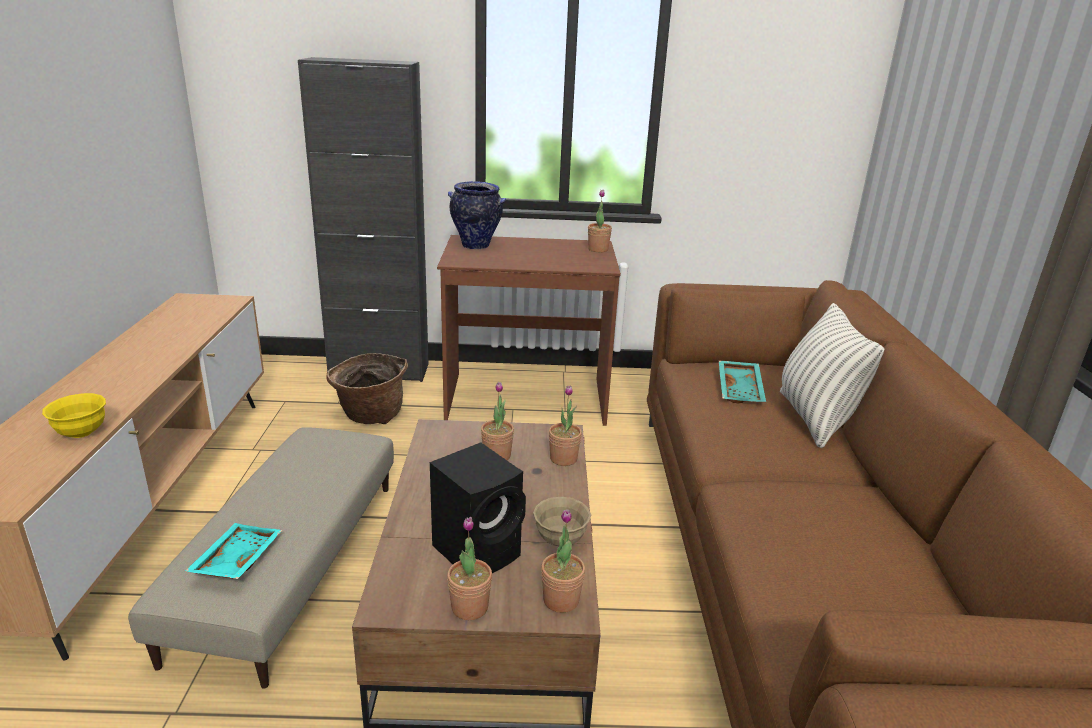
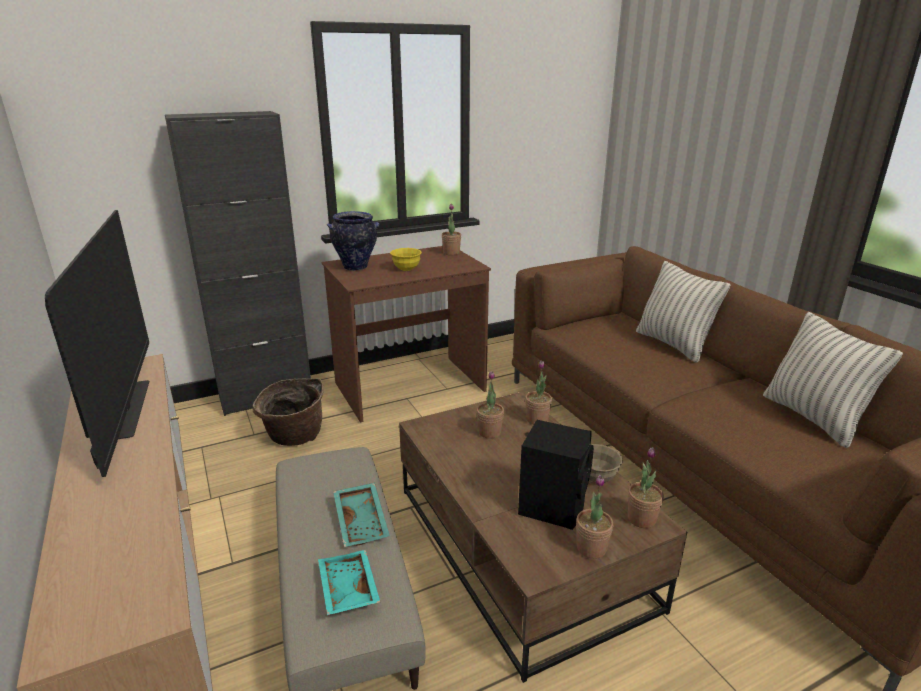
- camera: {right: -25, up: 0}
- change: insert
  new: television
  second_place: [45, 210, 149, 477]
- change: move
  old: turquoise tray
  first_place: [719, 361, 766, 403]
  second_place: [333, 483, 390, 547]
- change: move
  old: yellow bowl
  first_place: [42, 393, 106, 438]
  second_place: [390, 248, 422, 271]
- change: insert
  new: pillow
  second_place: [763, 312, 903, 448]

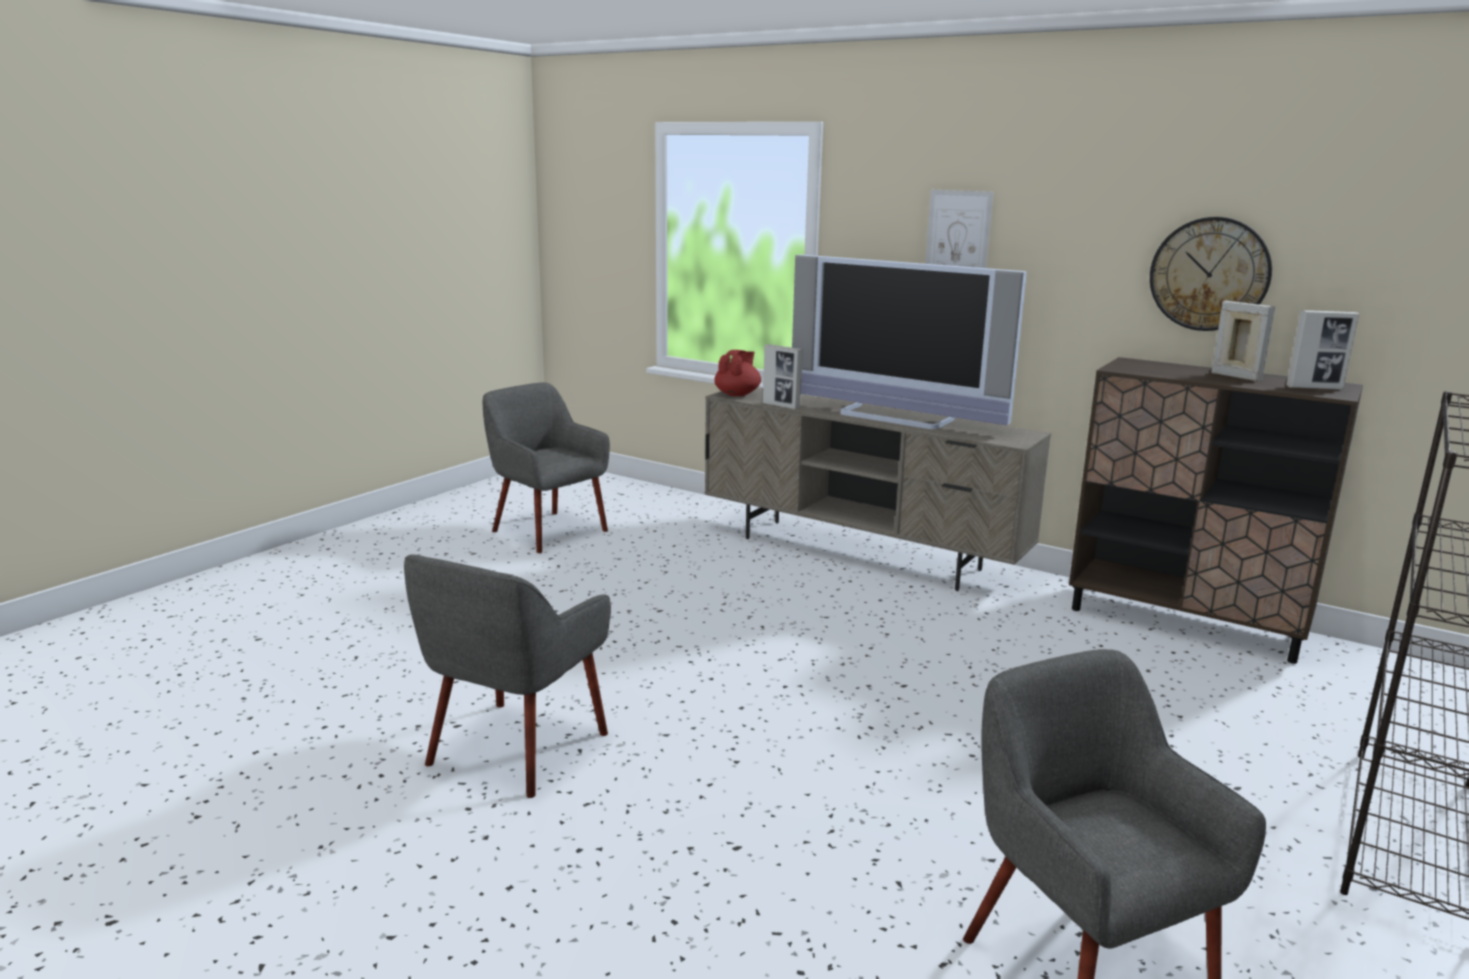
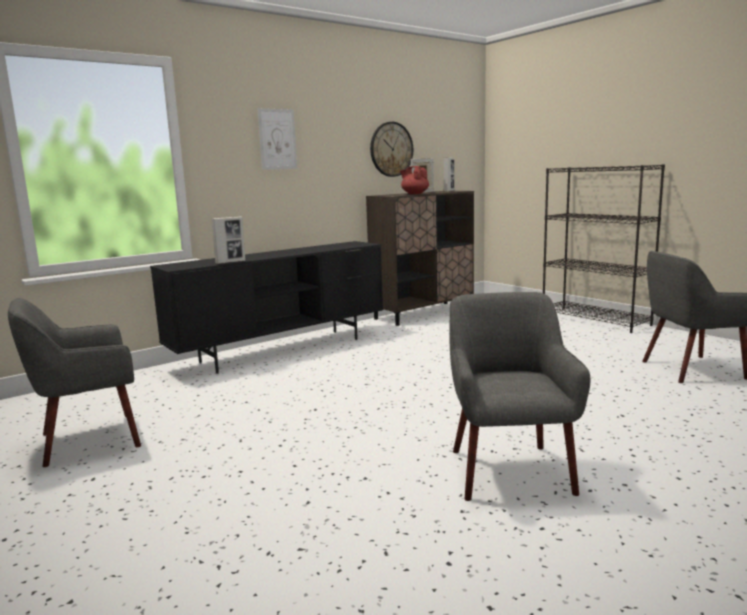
- camera: {right: -70, up: -5}
- change: recolor
  old: beige tv stand
  new: black tv stand
  first_place: [705, 387, 1051, 591]
  second_place: [150, 241, 383, 374]
- change: move
  old: red teapot
  first_place: [714, 350, 761, 396]
  second_place: [400, 166, 429, 194]
- change: rotate
  old: grey armchair
  first_place: [404, 555, 611, 798]
  second_place: [449, 292, 590, 501]
  degrees: -135
- change: delete
  old: television
  first_place: [792, 255, 1027, 429]

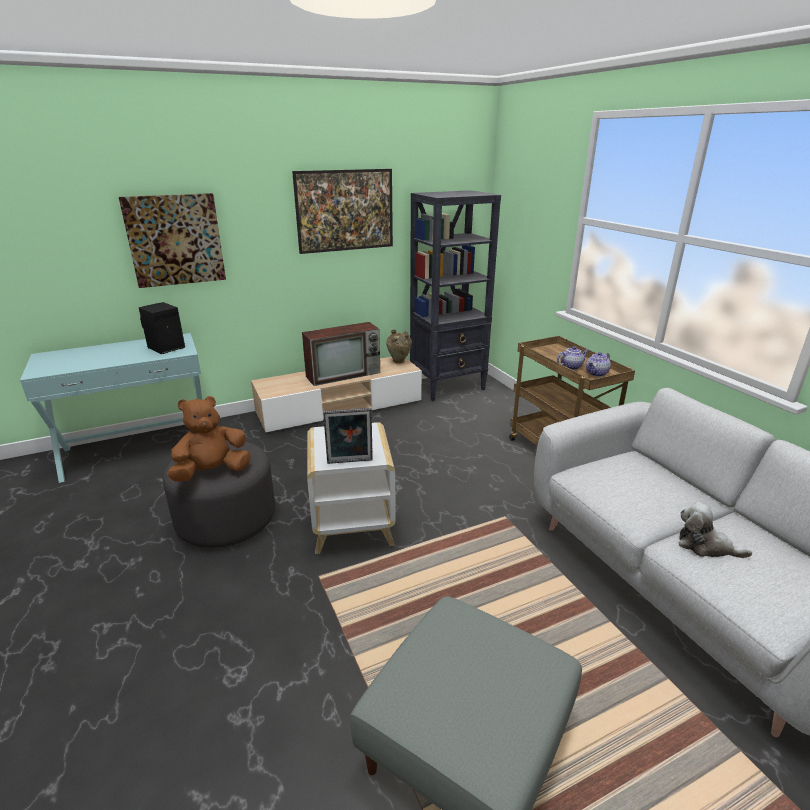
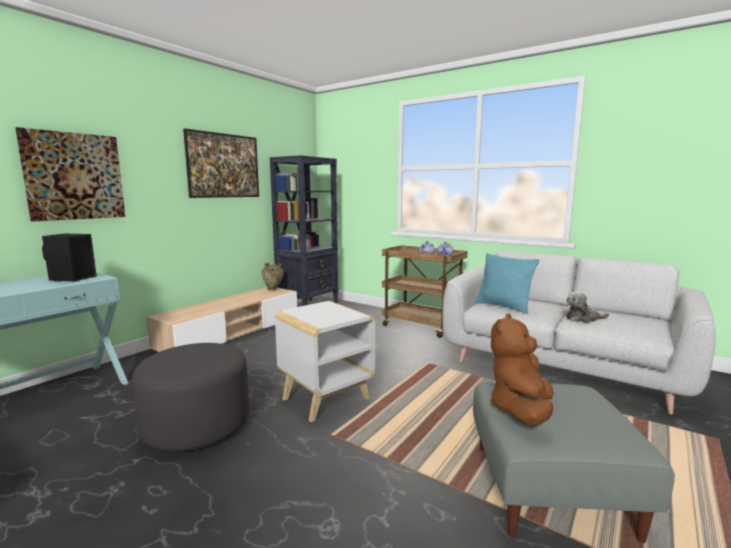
- camera: {right: -30, up: -15}
- change: insert
  new: turquoise pillow
  second_place: [475, 253, 539, 314]
- change: move
  old: brown plush toy
  first_place: [167, 396, 251, 482]
  second_place: [490, 314, 554, 426]
- change: delete
  old: television
  first_place: [302, 322, 380, 386]
- change: delete
  old: picture frame
  first_place: [323, 408, 373, 464]

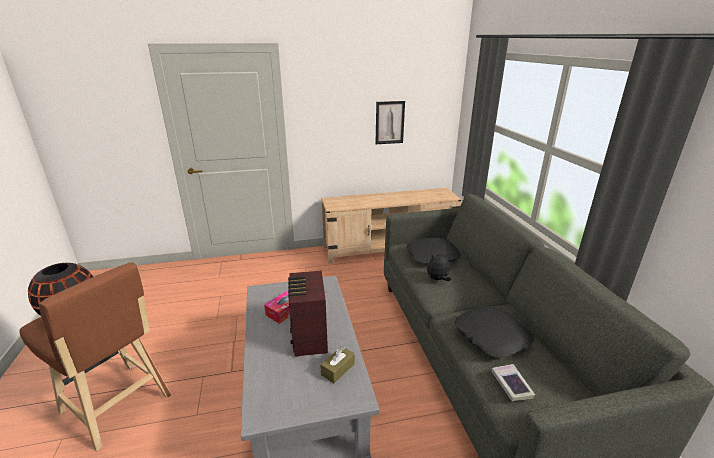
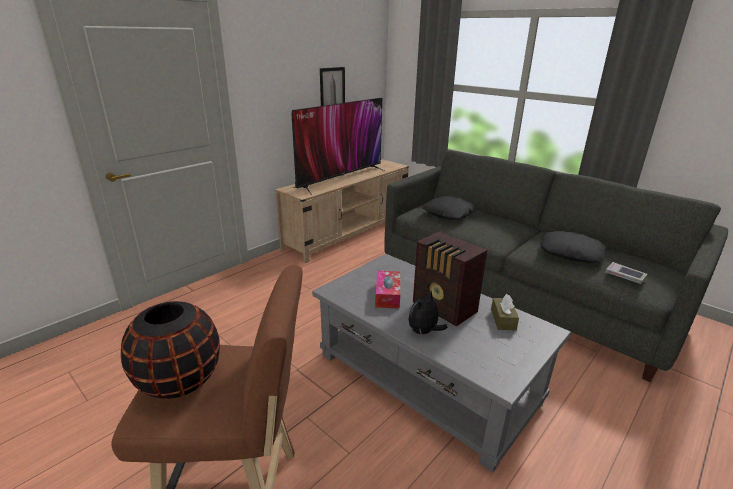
- camera: {right: -35, up: 0}
- change: insert
  new: television
  second_place: [292, 97, 384, 195]
- change: move
  old: plush toy
  first_place: [427, 252, 451, 281]
  second_place: [409, 291, 448, 336]

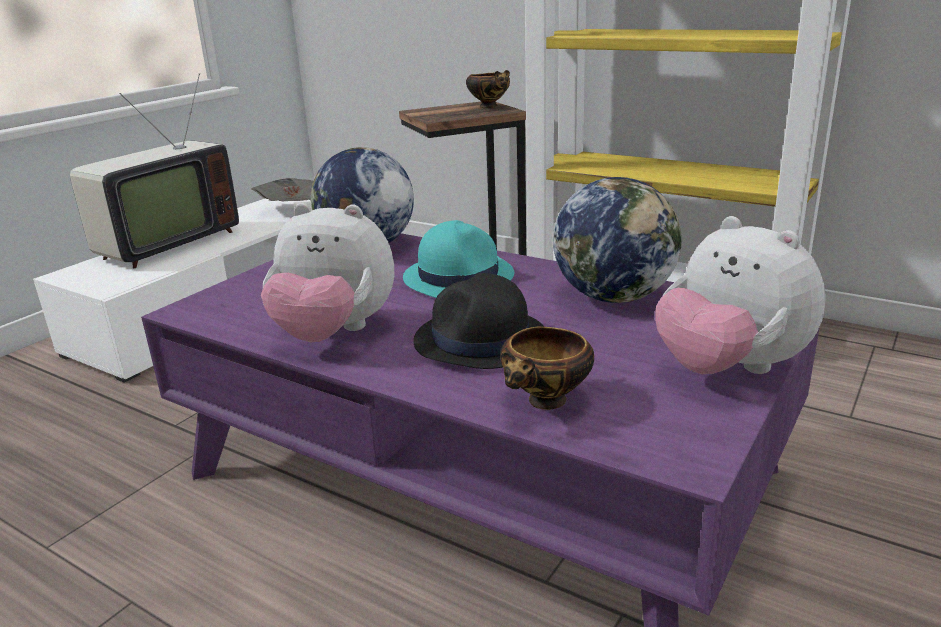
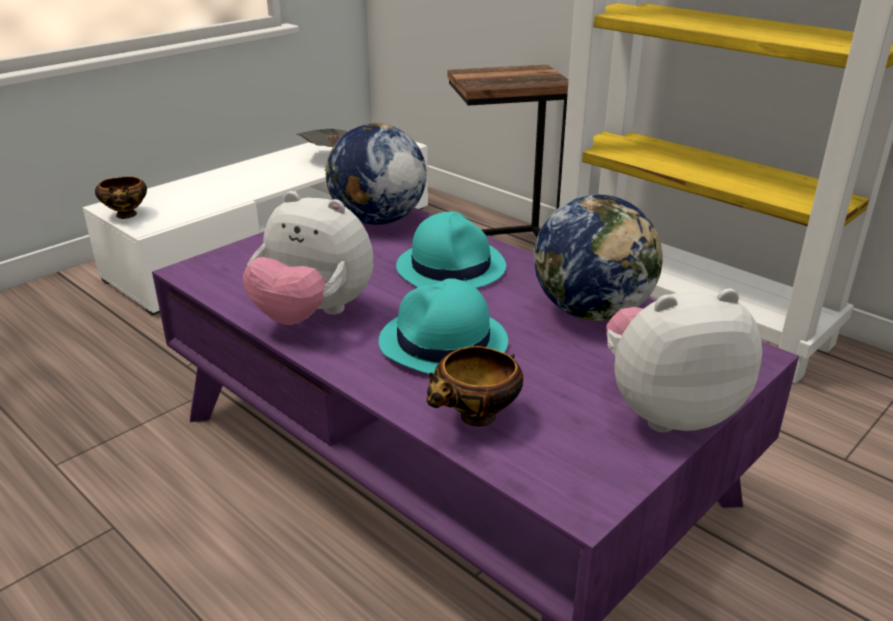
- camera: {right: 10, up: 5}
- change: move
  old: bowl
  first_place: [466, 70, 510, 108]
  second_place: [95, 176, 147, 219]
- change: recolor
  old: black hat
  new: turquoise hat
  first_place: [413, 273, 544, 369]
  second_place: [379, 278, 508, 374]
- change: rotate
  old: plush toy
  first_place: [655, 216, 826, 374]
  second_place: [606, 289, 762, 432]
  degrees: 105
- change: delete
  old: television
  first_place: [70, 73, 239, 268]

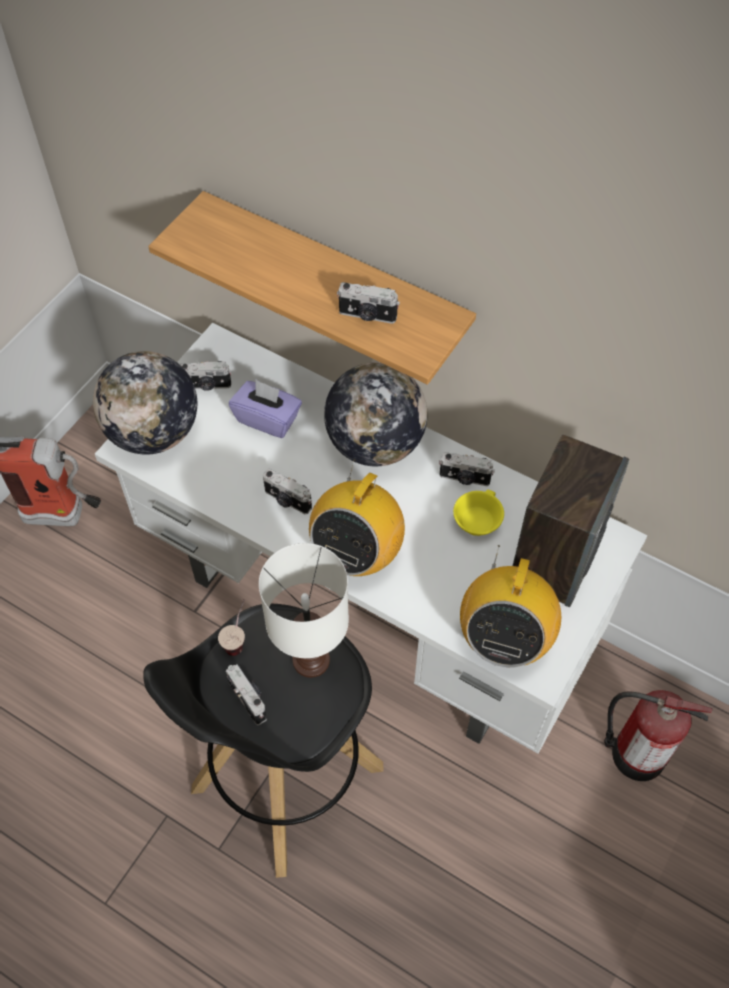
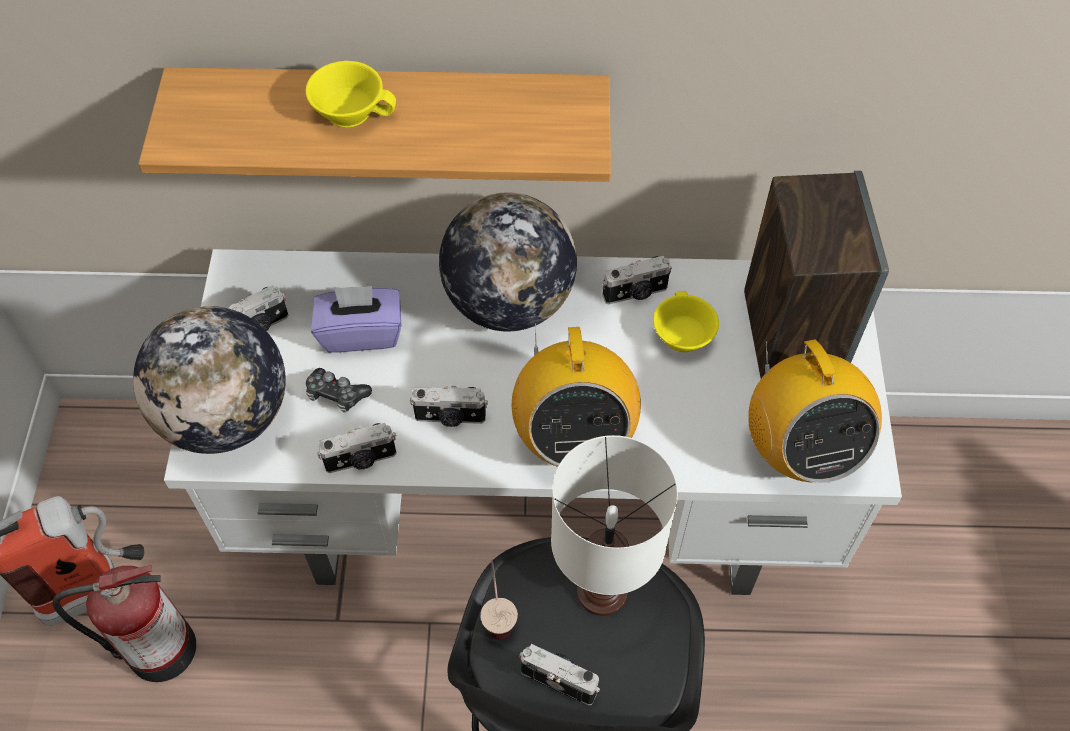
- camera: {right: -30, up: 0}
- change: move
  old: fire extinguisher
  first_place: [604, 690, 712, 781]
  second_place: [53, 565, 196, 682]
- change: insert
  new: yellow cup
  second_place: [306, 61, 396, 128]
- change: insert
  new: game controller
  second_place: [306, 368, 372, 412]
- change: move
  old: photo camera
  first_place: [337, 282, 400, 324]
  second_place: [317, 423, 396, 473]

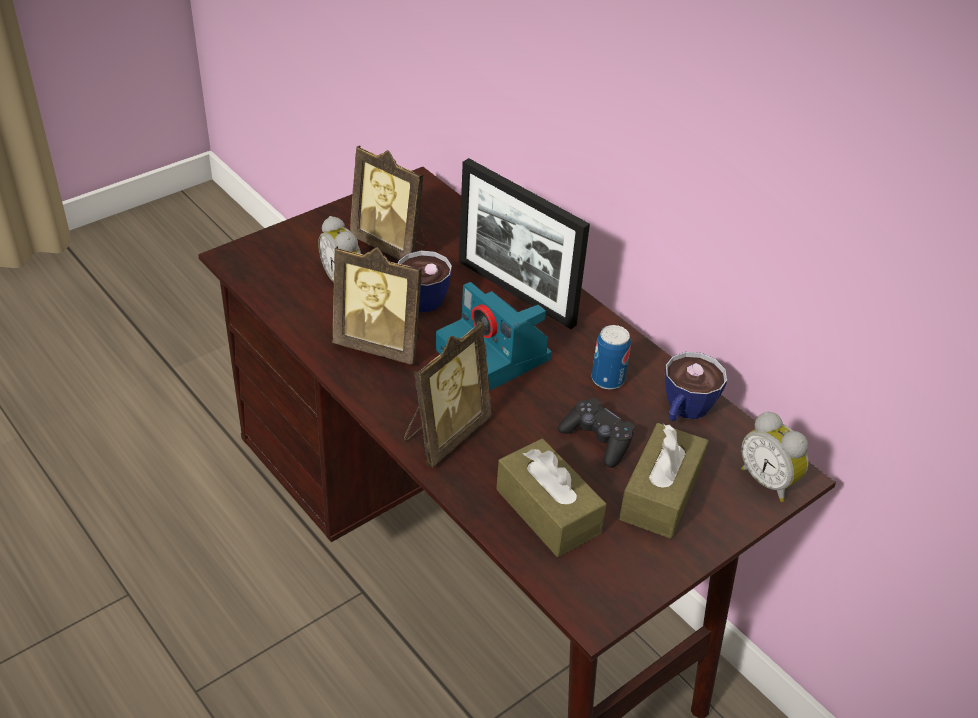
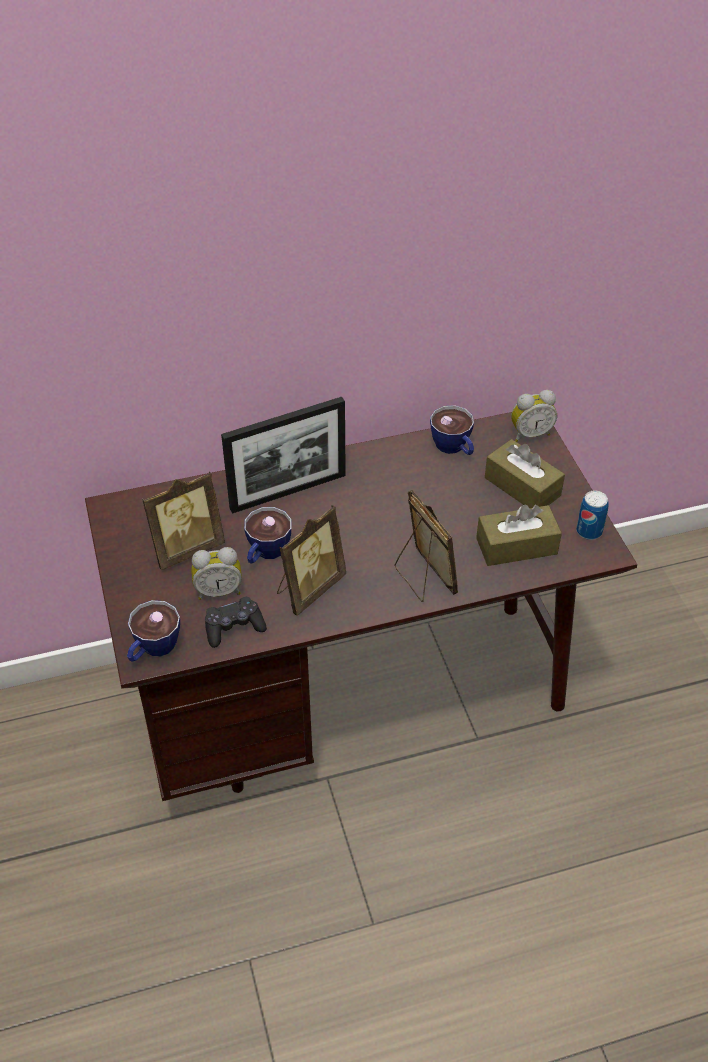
- camera: {right: -65, up: 5}
- change: insert
  new: cup
  second_place: [127, 600, 180, 662]
- change: move
  old: black game controller
  first_place: [558, 398, 635, 468]
  second_place: [205, 597, 267, 648]
- change: move
  old: can
  first_place: [592, 325, 631, 390]
  second_place: [576, 490, 609, 540]
- change: delete
  old: photo camera
  first_place: [436, 282, 551, 390]

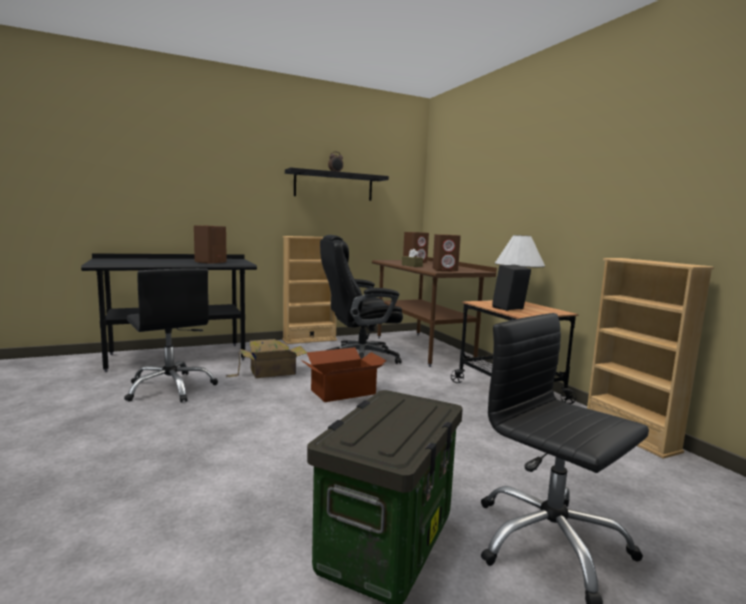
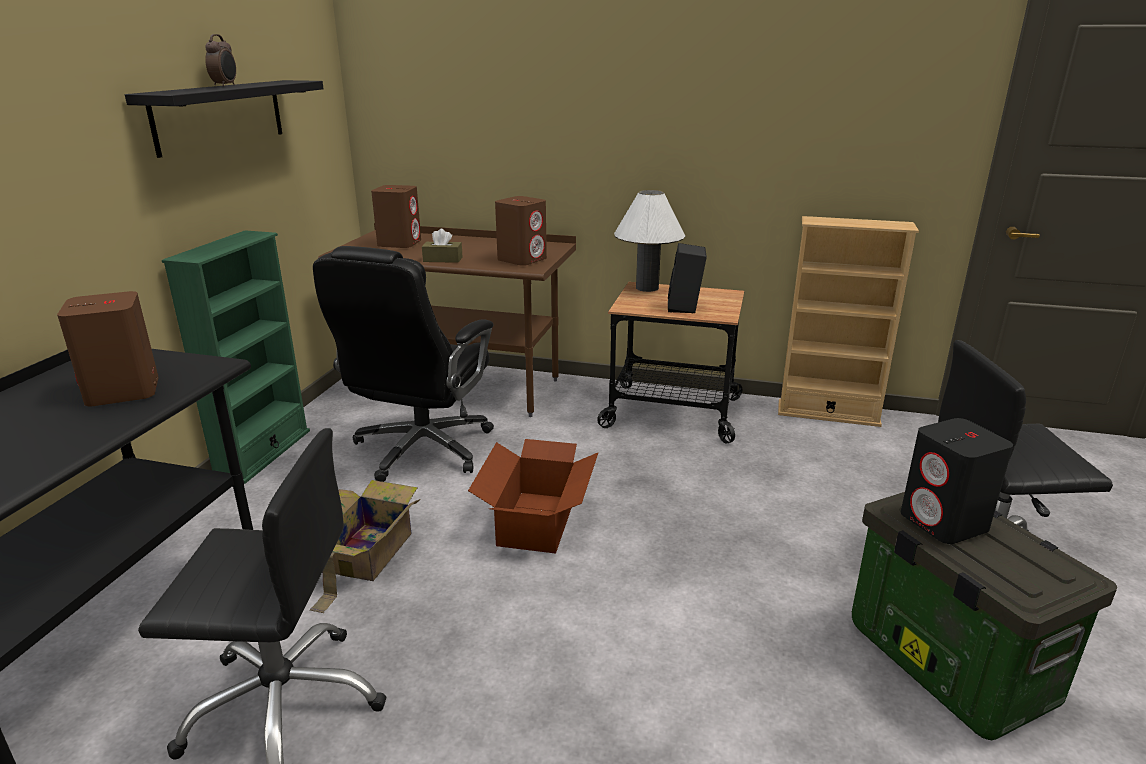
- camera: {right: -50, up: 15}
- change: recolor
  old: beige bookcase
  new: green bookcase
  first_place: [282, 236, 337, 344]
  second_place: [162, 230, 310, 484]
- change: insert
  new: black speaker
  second_place: [901, 418, 1013, 544]

